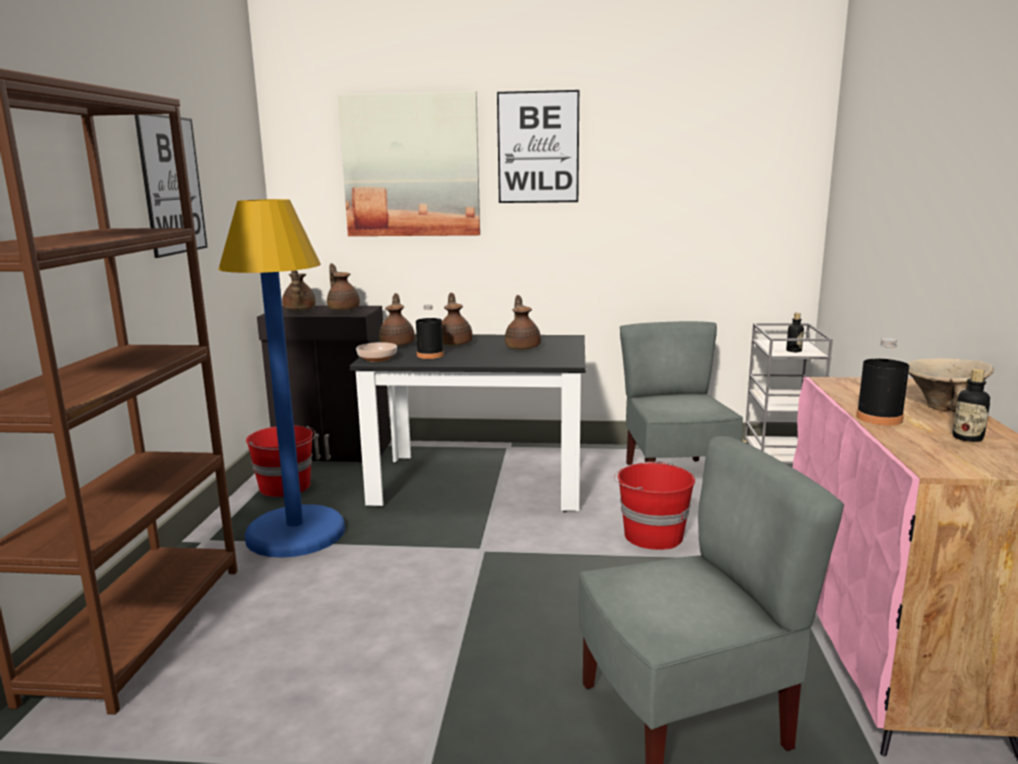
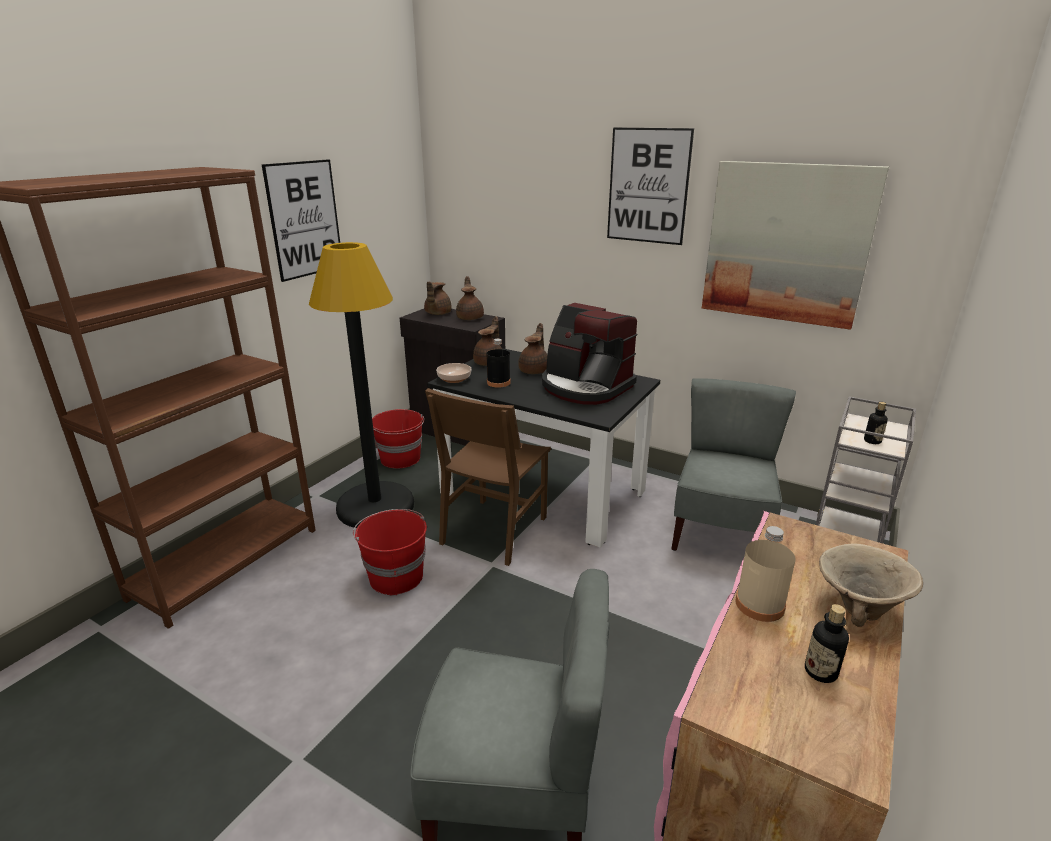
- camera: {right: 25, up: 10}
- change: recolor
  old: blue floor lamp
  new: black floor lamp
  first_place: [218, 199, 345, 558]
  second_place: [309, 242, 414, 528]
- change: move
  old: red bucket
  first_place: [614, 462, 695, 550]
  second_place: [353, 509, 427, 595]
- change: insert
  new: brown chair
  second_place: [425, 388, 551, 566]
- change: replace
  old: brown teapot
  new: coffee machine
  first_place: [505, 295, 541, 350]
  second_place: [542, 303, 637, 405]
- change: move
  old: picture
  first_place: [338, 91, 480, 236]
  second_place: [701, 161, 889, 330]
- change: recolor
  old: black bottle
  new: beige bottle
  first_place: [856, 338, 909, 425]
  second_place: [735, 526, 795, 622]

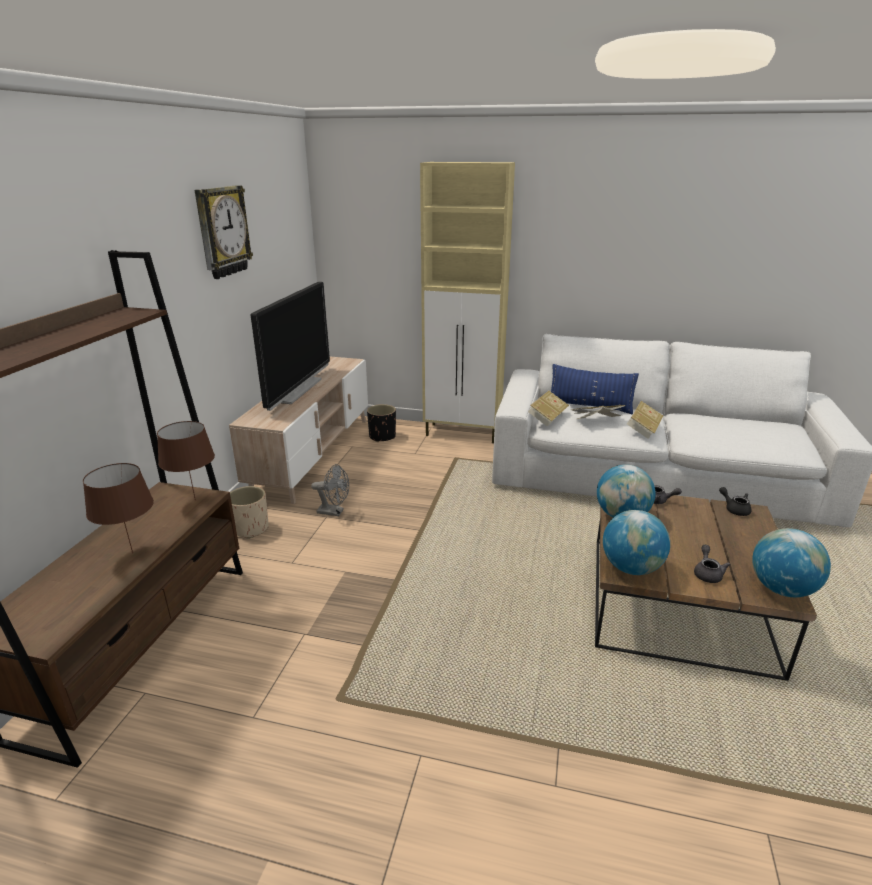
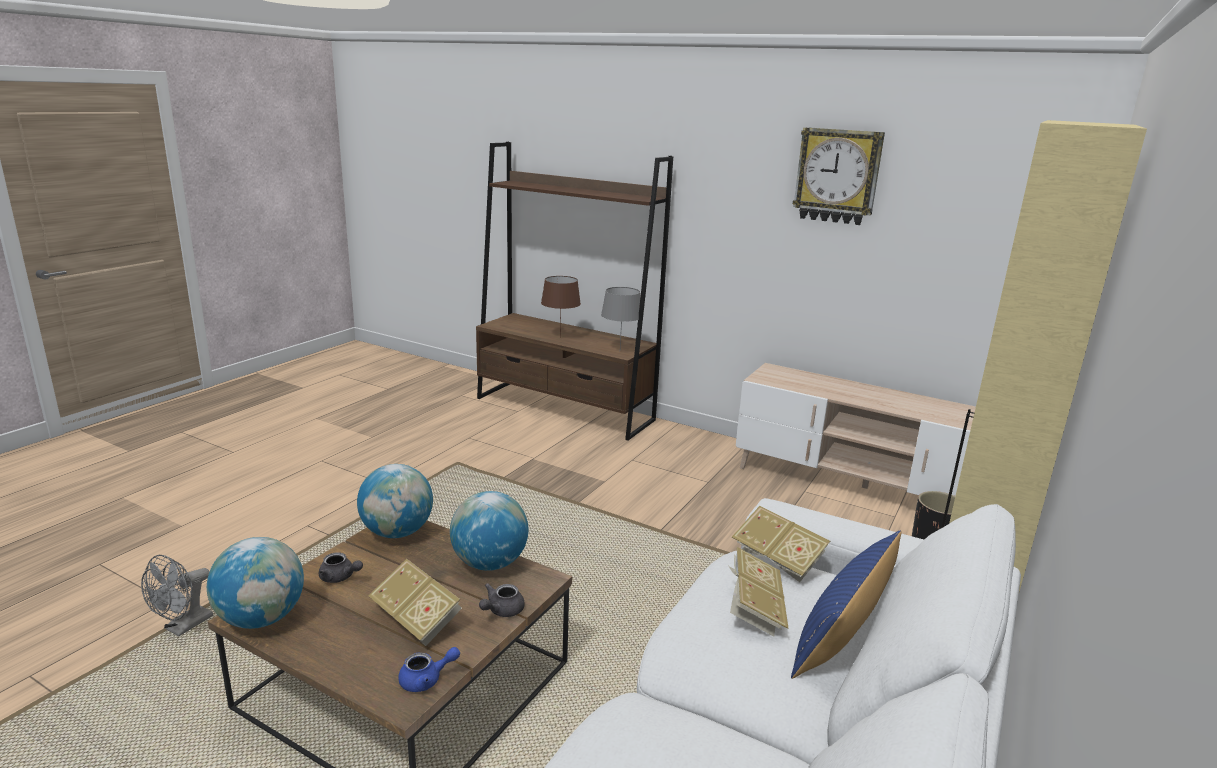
- camera: {right: 105, up: -5}
- change: move
  old: grey fan
  first_place: [311, 464, 349, 516]
  second_place: [141, 555, 213, 636]
- change: move
  old: book
  first_place: [627, 401, 663, 439]
  second_place: [368, 559, 462, 646]
- change: recolor
  old: black teapot
  new: blue teapot
  first_place: [719, 487, 752, 516]
  second_place: [398, 647, 460, 692]
- change: recolor
  old: brown table lamp
  new: grey table lamp
  first_place: [157, 421, 215, 501]
  second_place: [601, 287, 640, 347]
- change: delete
  old: beige planter
  first_place: [230, 486, 269, 539]
- change: delete
  old: television
  first_place: [251, 282, 330, 411]

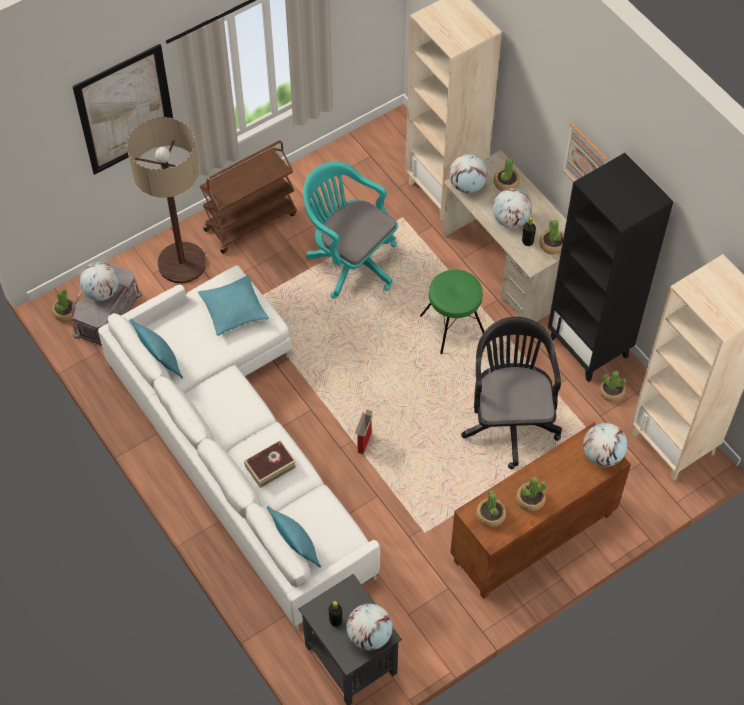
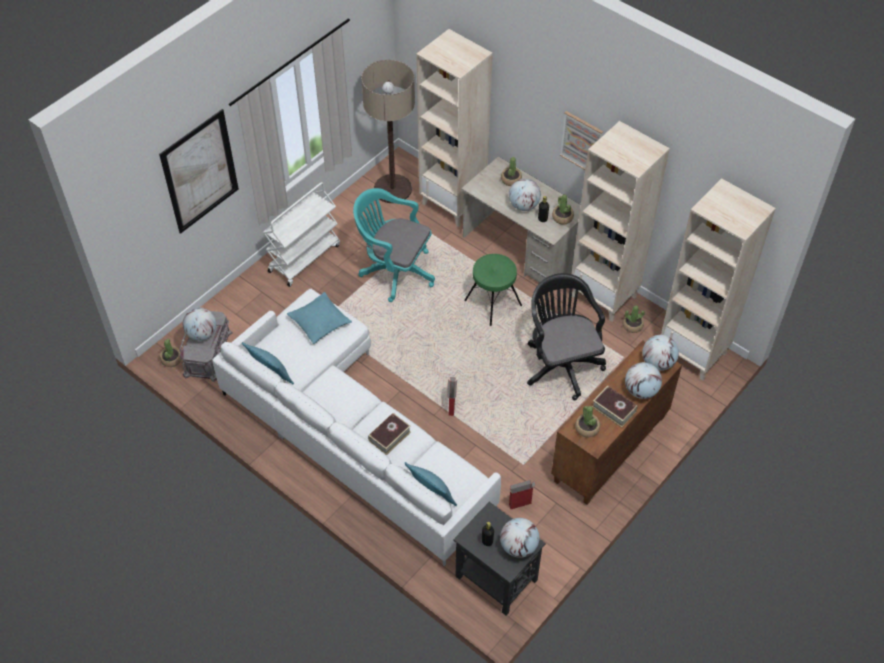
- camera: {right: -15, up: -5}
- change: recolor
  old: brown cart
  new: white cart
  first_place: [200, 140, 297, 253]
  second_place: [263, 182, 340, 287]
- change: move
  old: floor lamp
  first_place: [127, 117, 206, 283]
  second_place: [361, 60, 415, 203]
- change: insert
  new: cardboard box
  second_place: [509, 480, 536, 509]
- change: recolor
  old: black bookcase
  new: beige bookcase
  first_place: [548, 153, 674, 382]
  second_place: [572, 121, 670, 322]
- change: replace
  old: potted plant
  new: book
  first_place: [516, 477, 547, 512]
  second_place: [592, 386, 638, 428]
- change: move
  old: globe
  first_place: [449, 154, 488, 193]
  second_place: [625, 362, 662, 399]

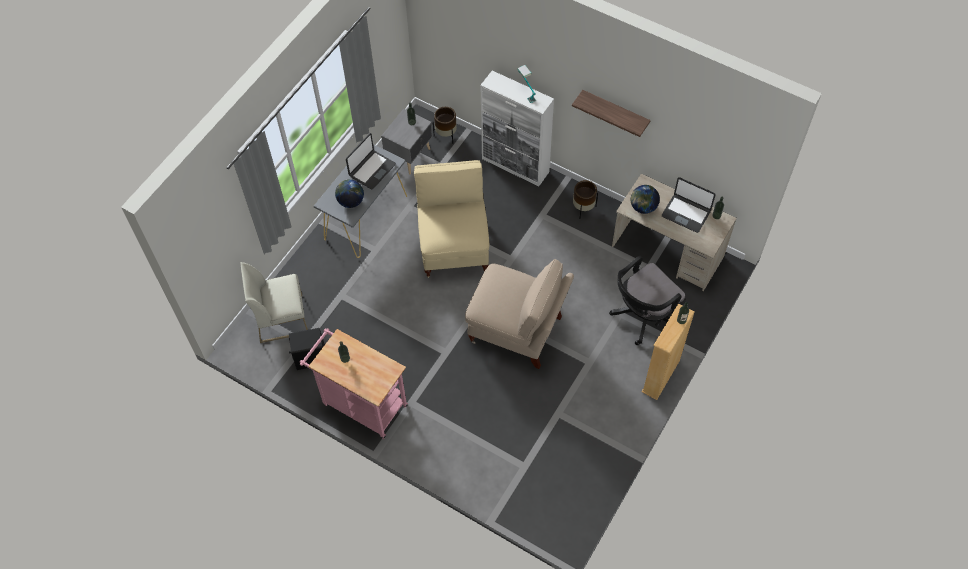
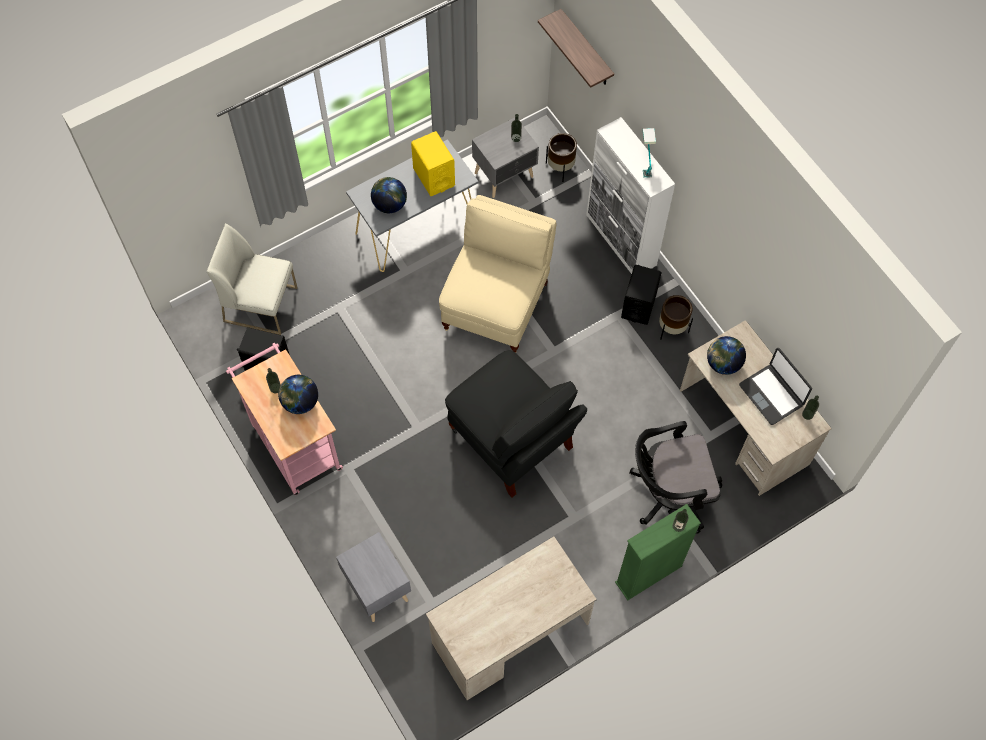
- camera: {right: 25, up: 5}
- change: insert
  new: globe
  second_place: [278, 375, 318, 414]
- change: insert
  new: grey nightstand
  second_place: [336, 532, 411, 622]
- change: replace
  old: laptop
  new: yellow speaker
  first_place: [346, 133, 396, 189]
  second_place: [411, 131, 455, 196]
- change: insert
  new: beige desk
  second_place: [426, 537, 597, 700]
- change: recolor
  old: beige chair
  new: black chair
  first_place: [465, 259, 574, 369]
  second_place: [445, 350, 587, 497]
- change: move
  old: shelf
  first_place: [572, 90, 651, 137]
  second_place: [538, 9, 614, 88]
- change: recolor
  old: beige bookcase
  new: green bookcase
  first_place: [642, 304, 695, 400]
  second_place: [615, 504, 701, 600]
- change: insert
  new: black speaker
  second_place: [621, 265, 662, 325]

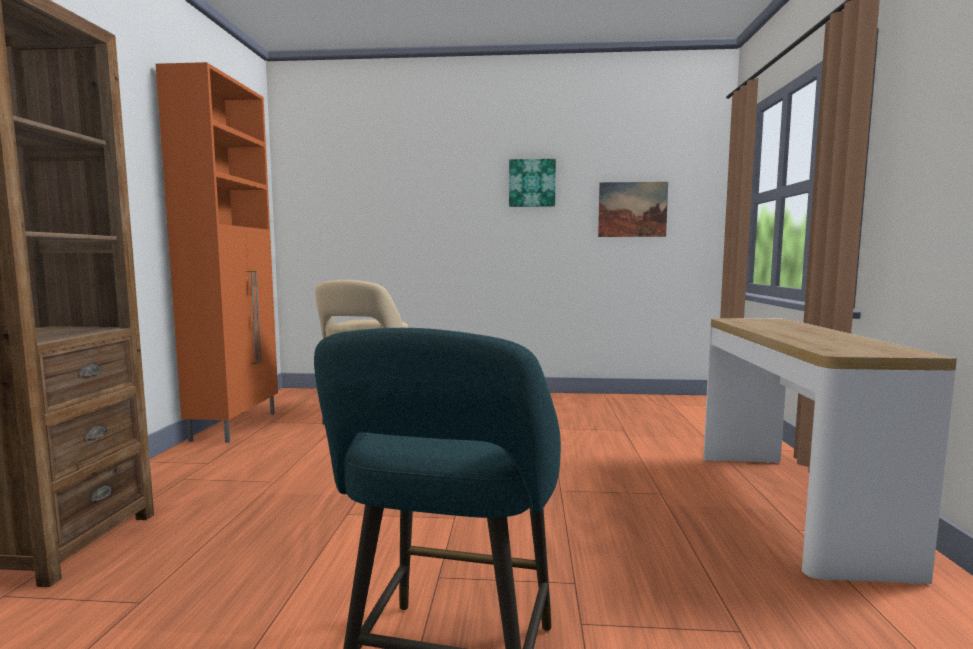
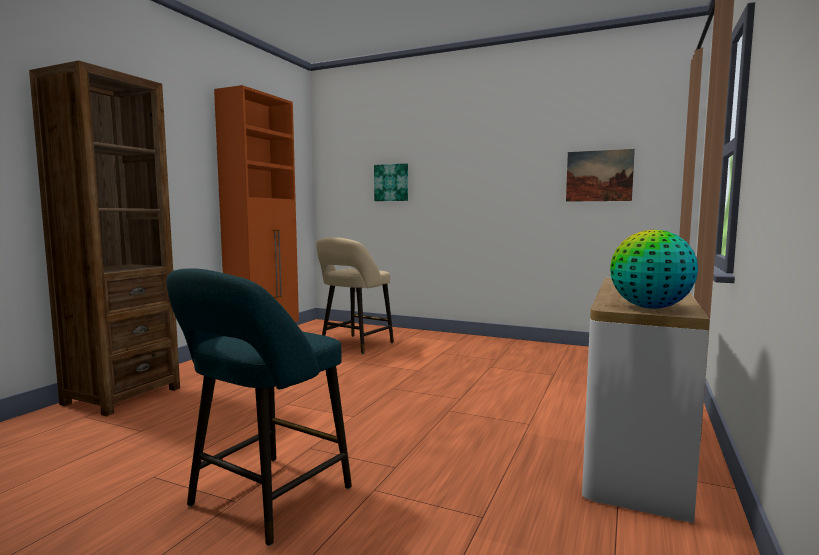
- camera: {right: 20, up: 0}
- change: move
  old: picture
  first_place: [509, 159, 556, 207]
  second_place: [374, 163, 408, 201]
- change: insert
  new: globe
  second_place: [610, 229, 698, 309]

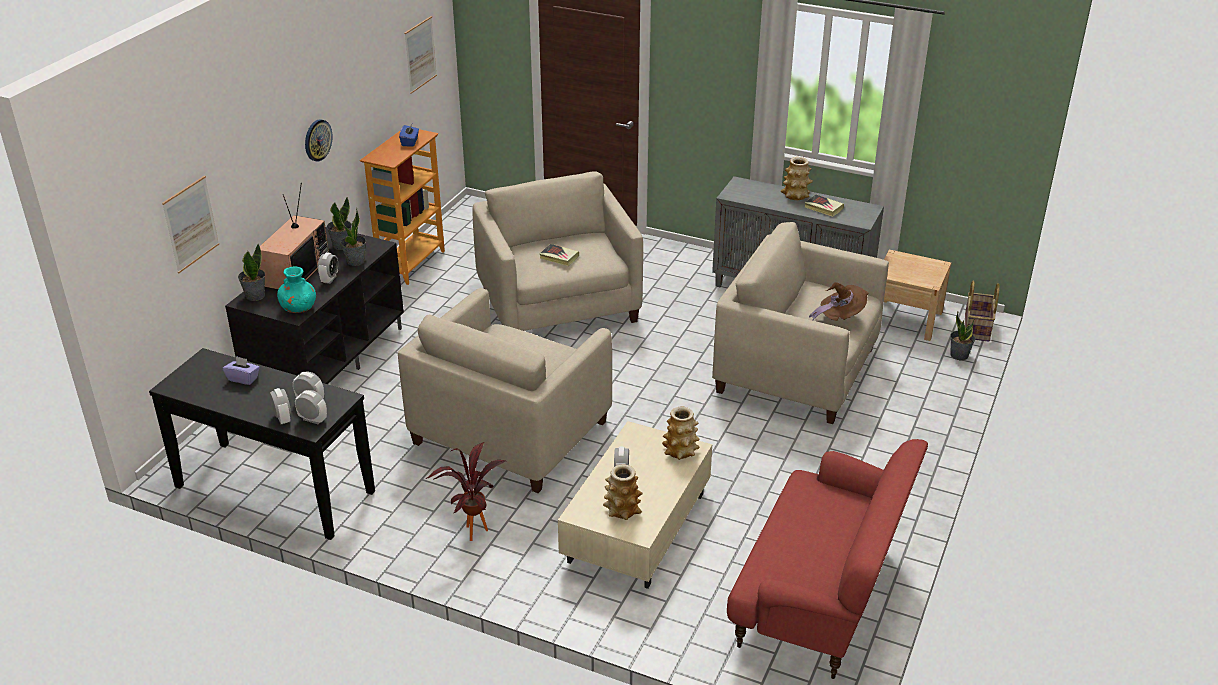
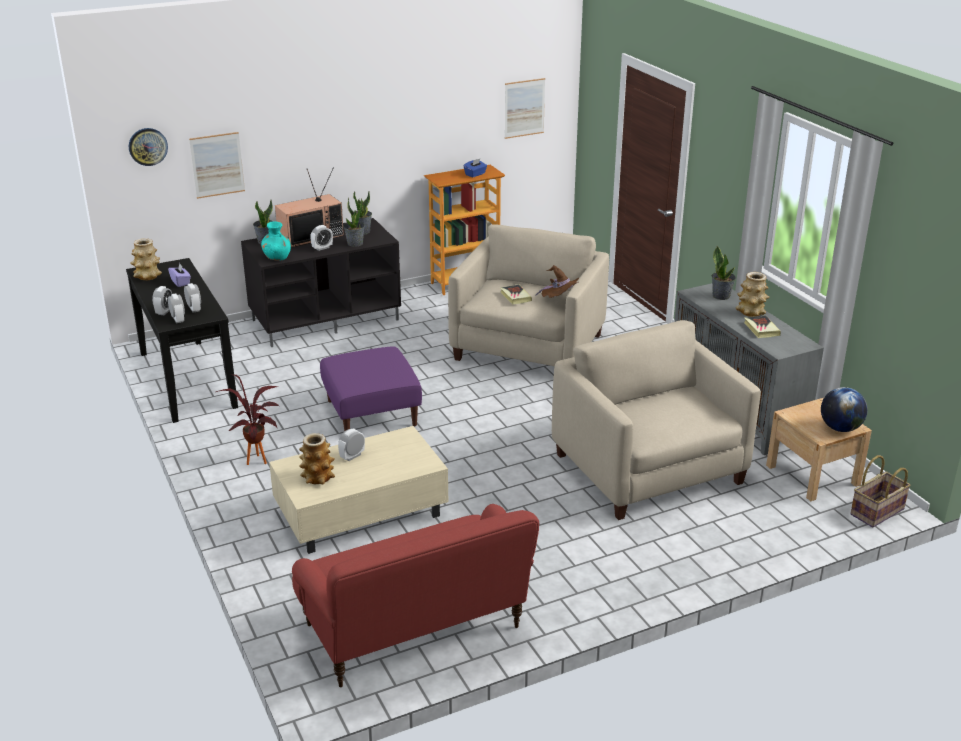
- camera: {right: 40, up: -5}
- change: move
  old: wall clock
  first_place: [305, 119, 333, 161]
  second_place: [129, 128, 168, 166]
- change: move
  old: vase
  first_place: [662, 407, 700, 460]
  second_place: [130, 238, 162, 280]
- change: replace
  old: beige armchair
  new: purple ottoman
  first_place: [398, 288, 612, 493]
  second_place: [320, 346, 422, 431]
- change: move
  old: brown hat
  first_place: [809, 282, 869, 321]
  second_place: [535, 265, 579, 298]
- change: move
  old: potted plant
  first_place: [950, 311, 975, 360]
  second_place: [712, 246, 736, 300]
- change: insert
  new: globe
  second_place: [821, 387, 868, 432]

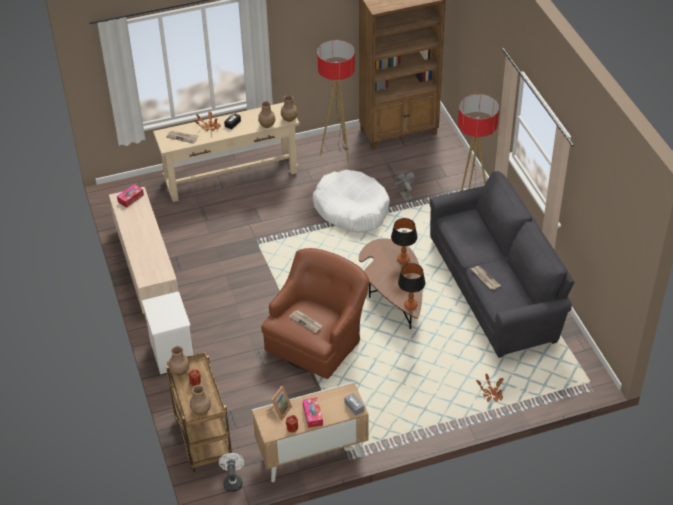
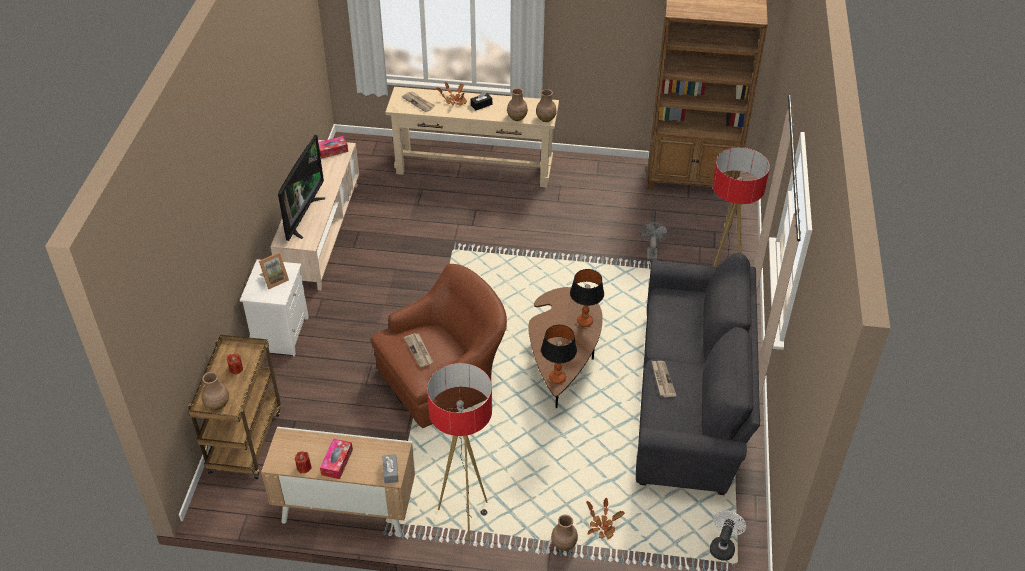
- camera: {right: 25, up: 0}
- change: move
  old: picture frame
  first_place: [266, 386, 292, 420]
  second_place: [259, 252, 289, 289]
- change: insert
  new: television
  second_place: [278, 135, 325, 241]
- change: move
  old: floor lamp
  first_place: [317, 40, 355, 164]
  second_place: [427, 363, 492, 543]
- change: move
  old: brown vase
  first_place: [169, 346, 190, 375]
  second_place: [551, 514, 578, 551]
- change: move
  old: white fan
  first_place: [219, 453, 244, 492]
  second_place: [710, 510, 746, 561]
- change: delete
  old: white dog bed
  first_place: [313, 170, 390, 233]

